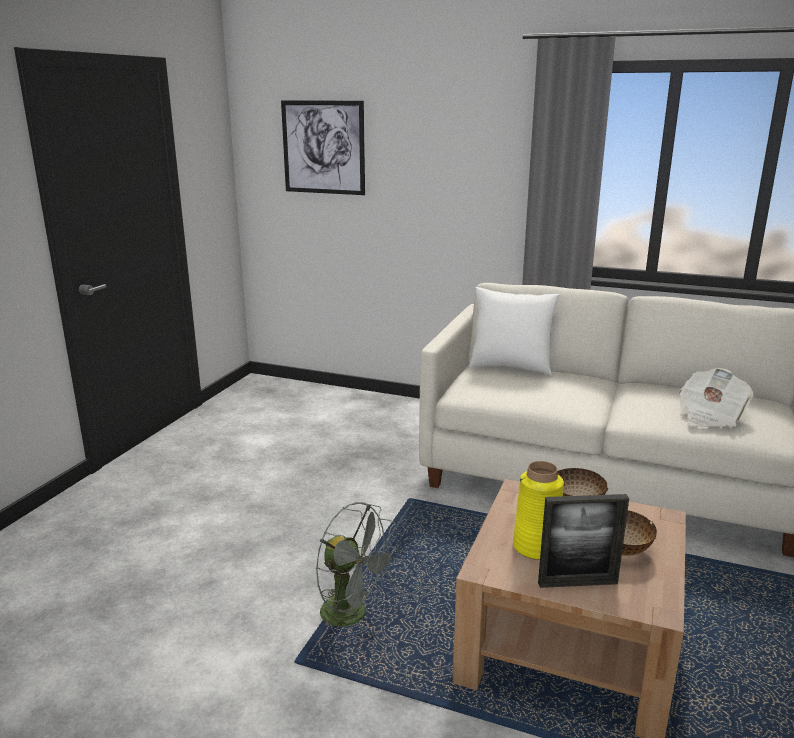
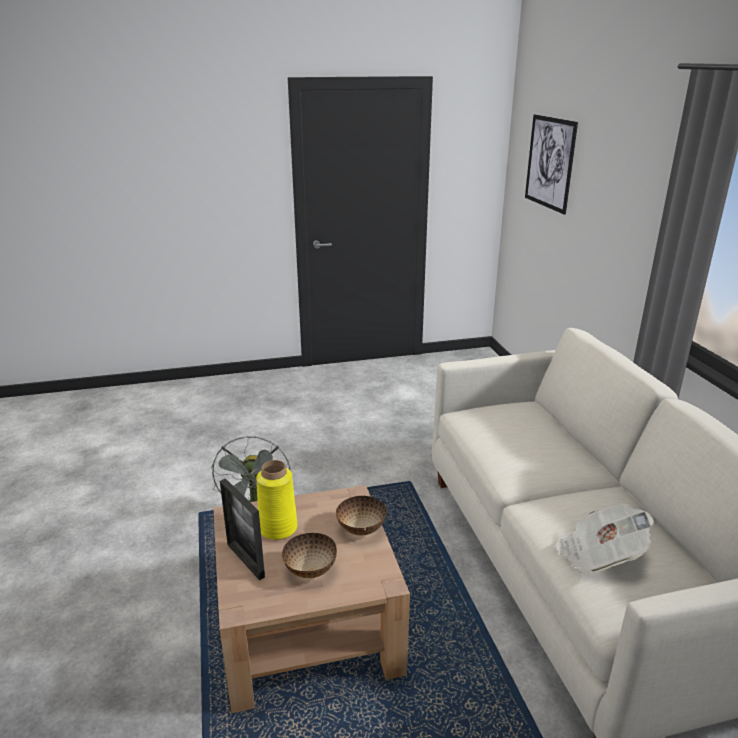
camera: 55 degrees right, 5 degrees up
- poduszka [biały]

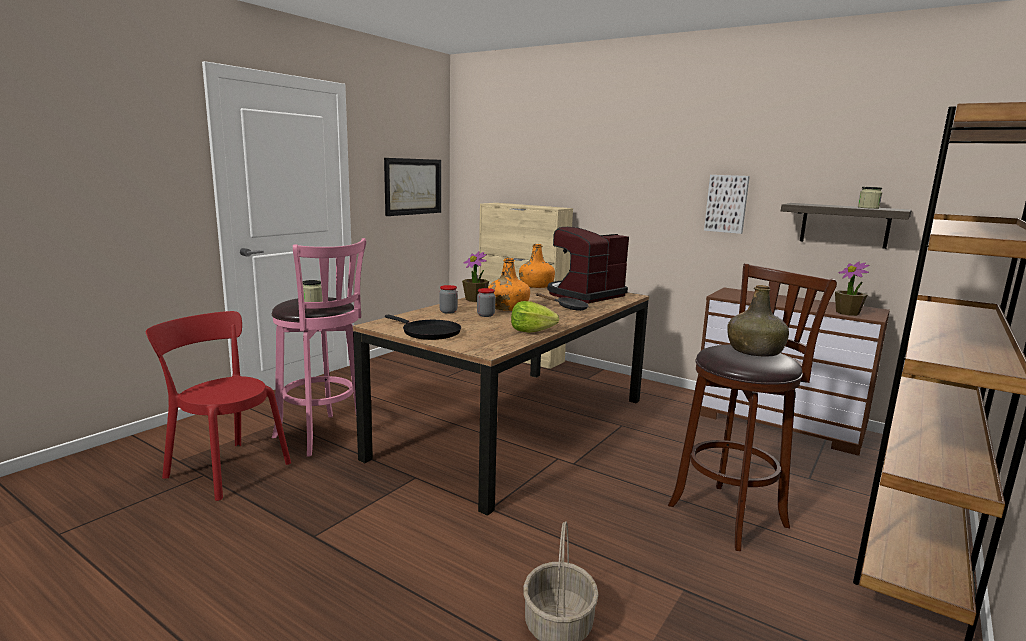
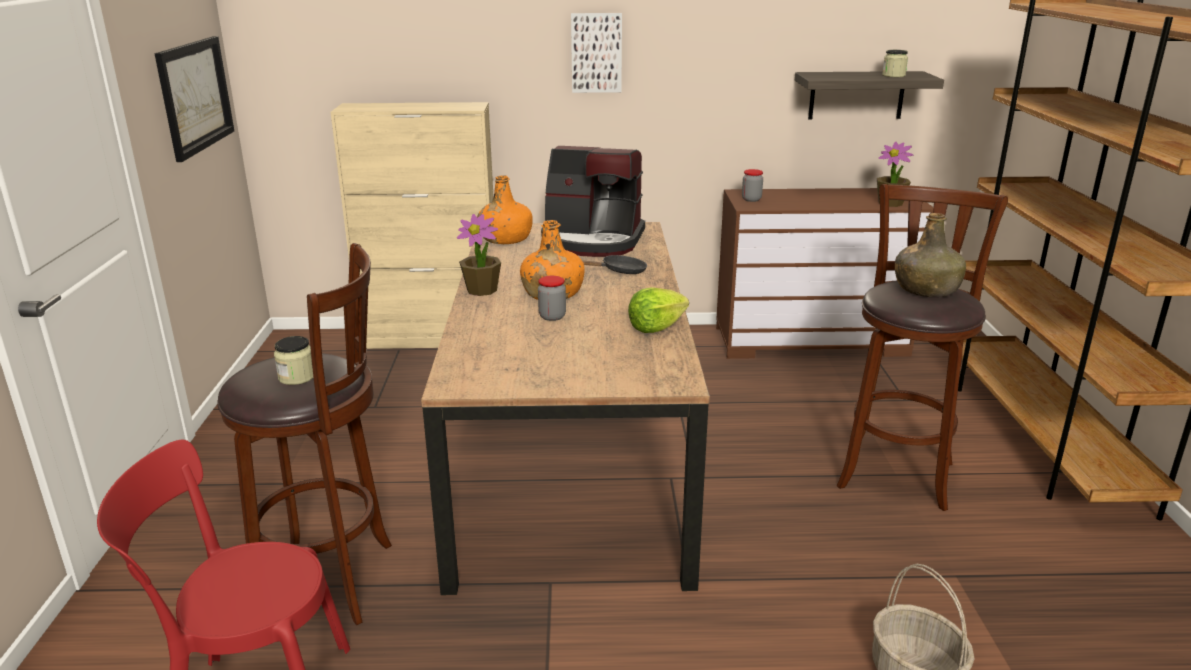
camera: 35 degrees left, 10 degrees up
~ stołek [różowy] to stołek [brązowy] (no. 1 from left)
- patelnia [czarny] (no. 1 from left)
~ słoik (no. 2 from left in the first image) to słoik (no. 3 from left)
~ ekspres do kawy 90 degrees counterclockwise
~ obraz (no. 2 from left)

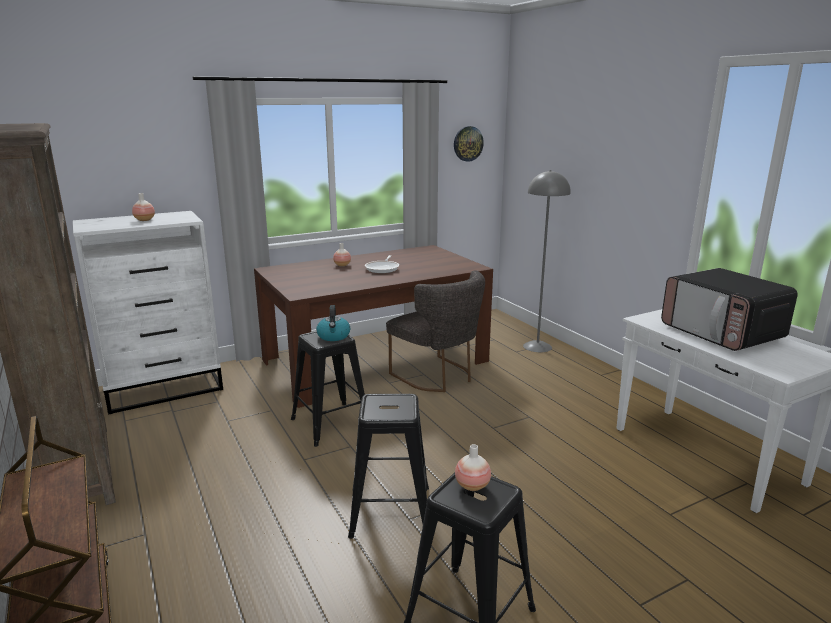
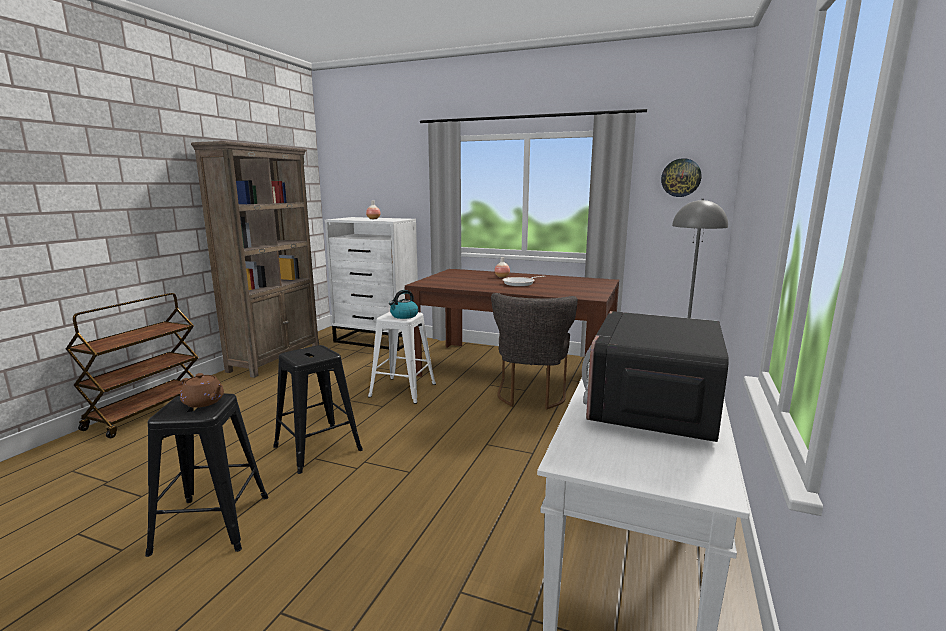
camera: 50 degrees right, 5 degrees down
~ stołek [czarny] (no. 1 from left) to stołek [biały]
~ wazon (no. 3 from left) to imbryk [brązowy]

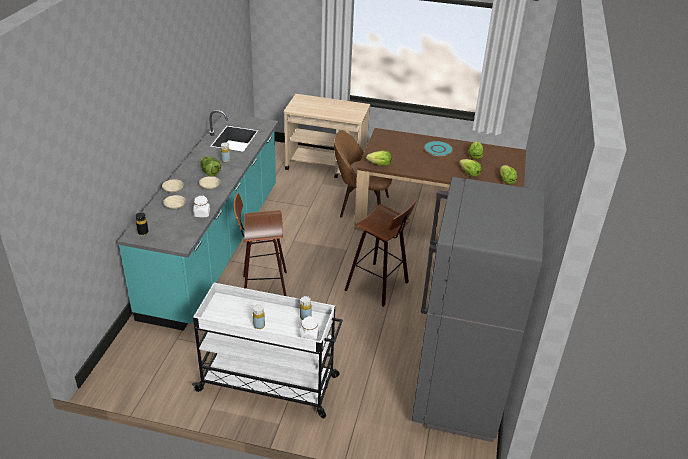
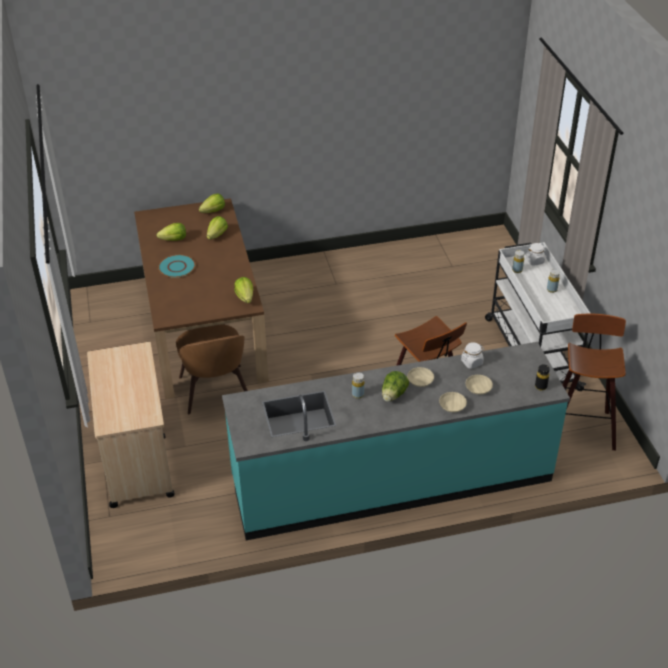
camera: 115 degrees left, 5 degrees up
~ stołek (no. 2 from left)
- lodówka [szary]

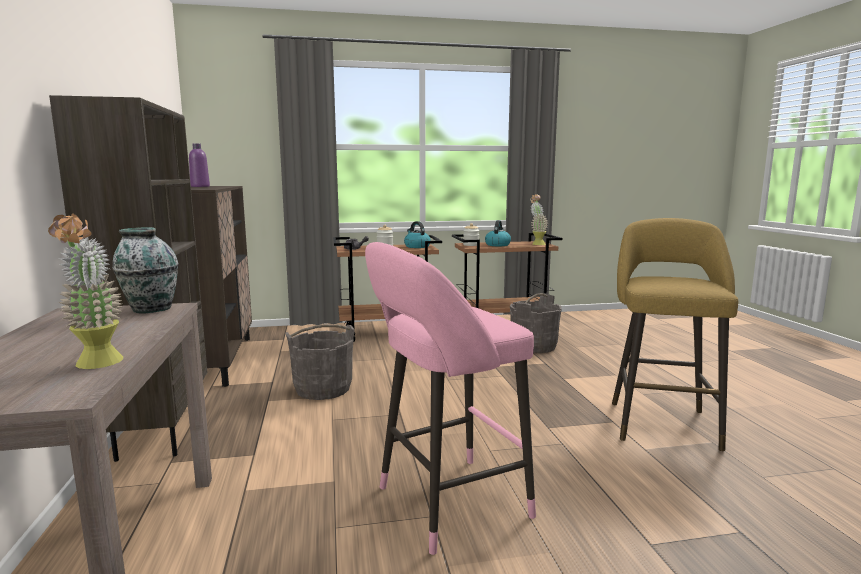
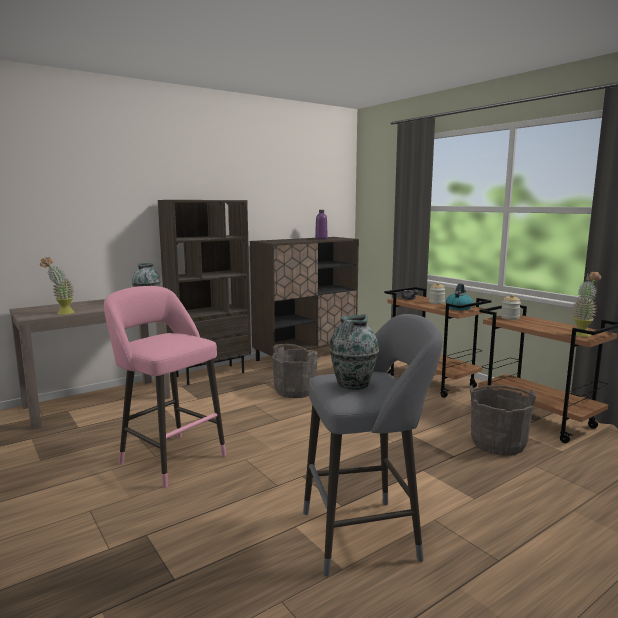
camera: 65 degrees right, 0 degrees up
- czajnik (no. 2 from left)
~ stołek [żółty] to stołek [szary]
+ wazon (no. 2 from left)

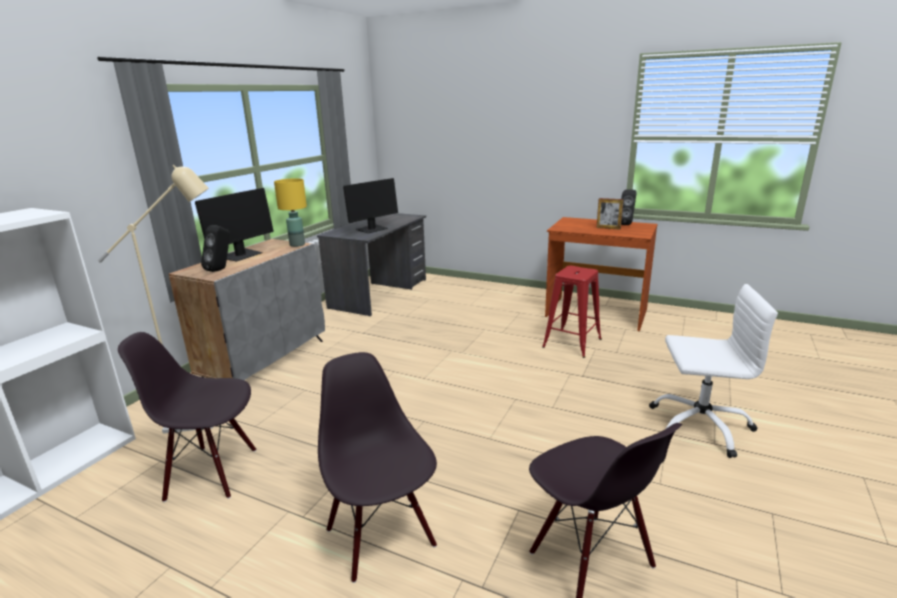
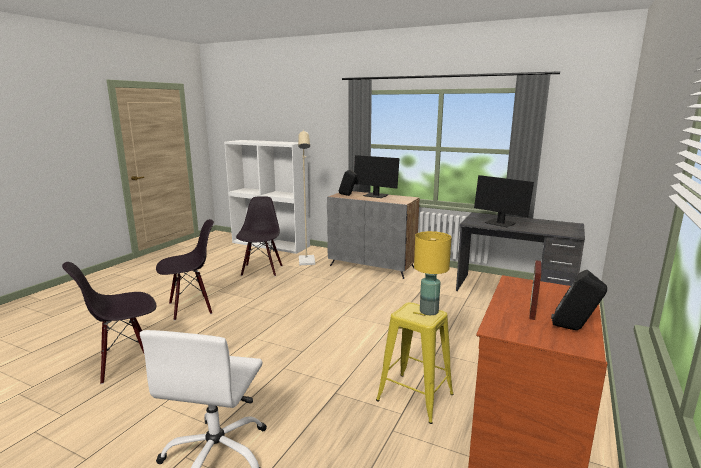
camera: 90 degrees right, 5 degrees down
~ lampa stołowa [żółty]
~ stołek [czerwony] to stołek [żółty]

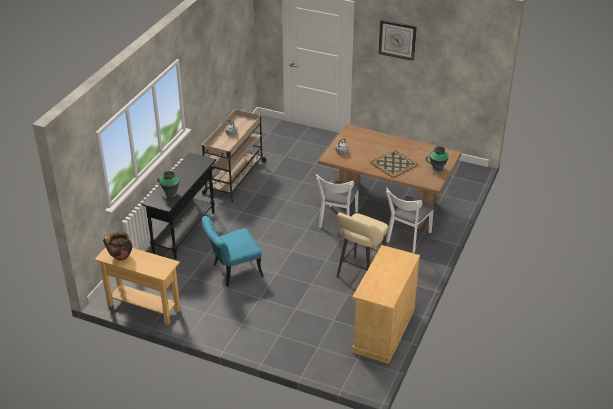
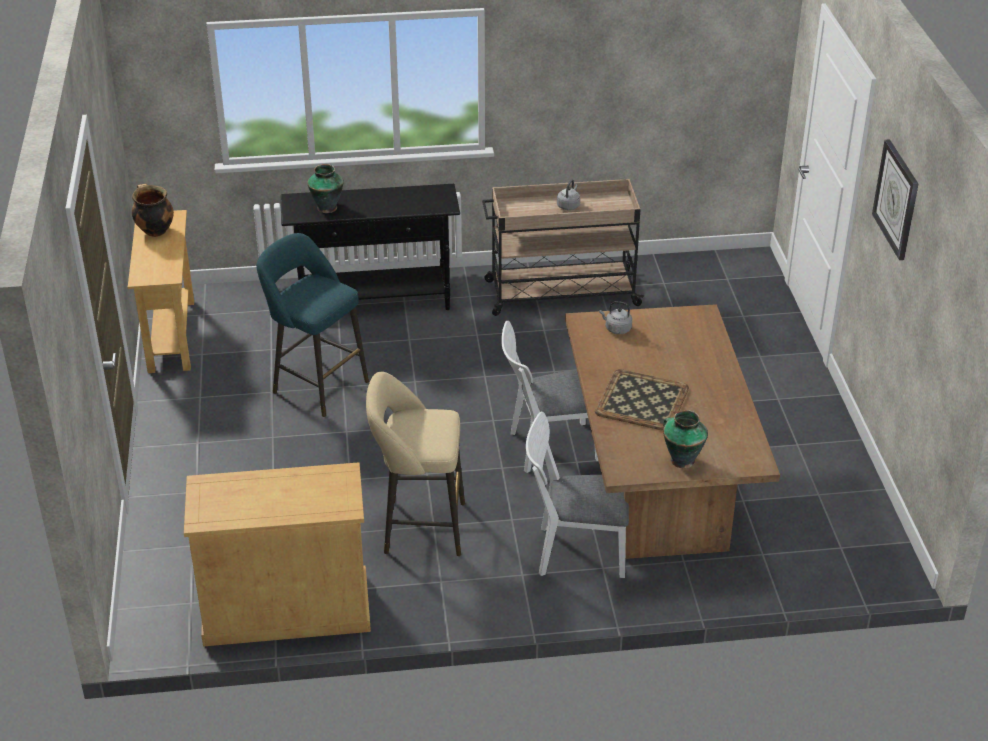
camera: 60 degrees right, 0 degrees up
~ krzesło [turkusowy] to stołek [turkusowy]

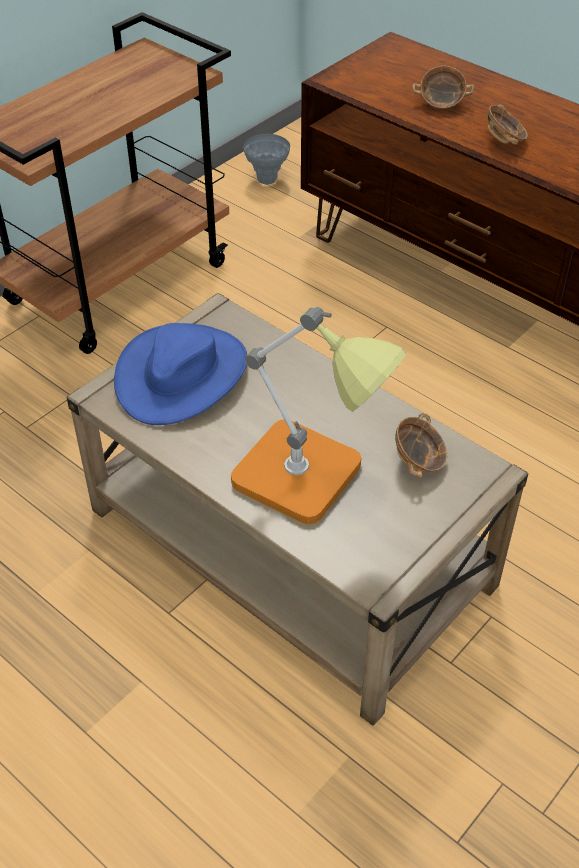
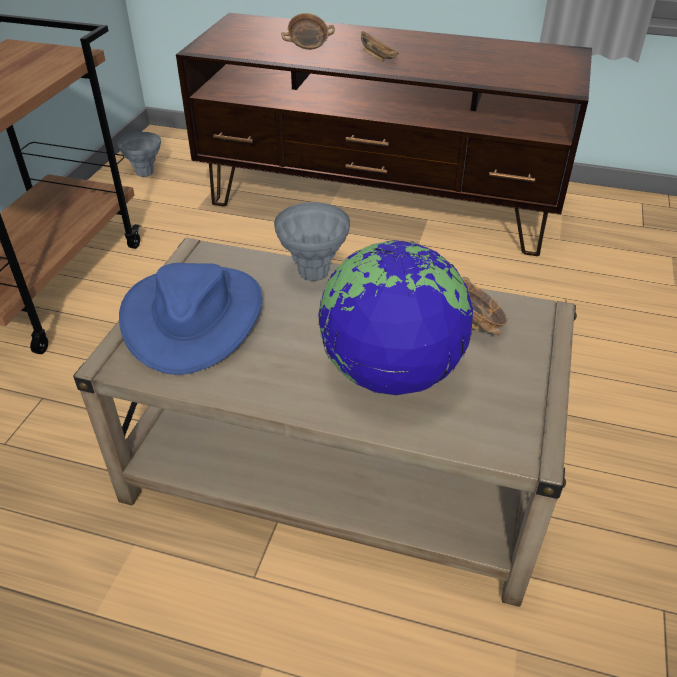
camera: 25 degrees left, 5 degrees down
~ lampa stołowa to globus
+ wazon [szary] (no. 2 from left)

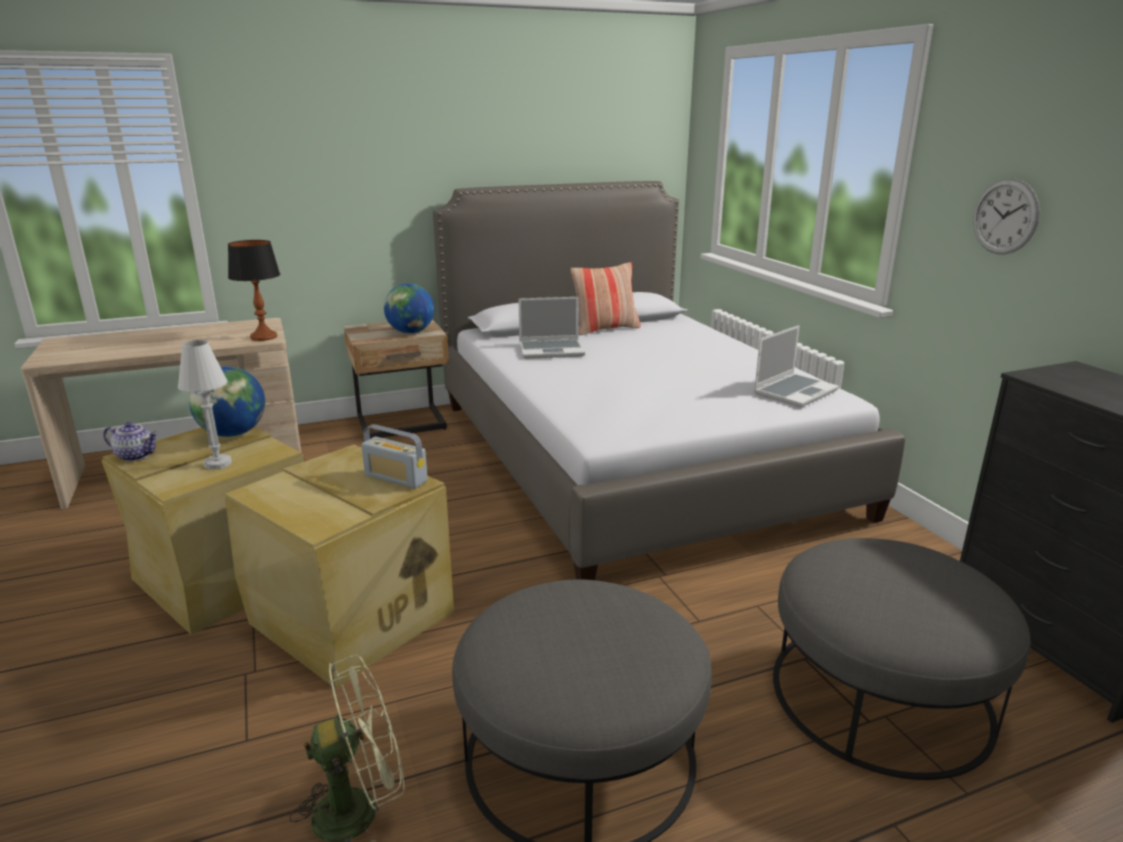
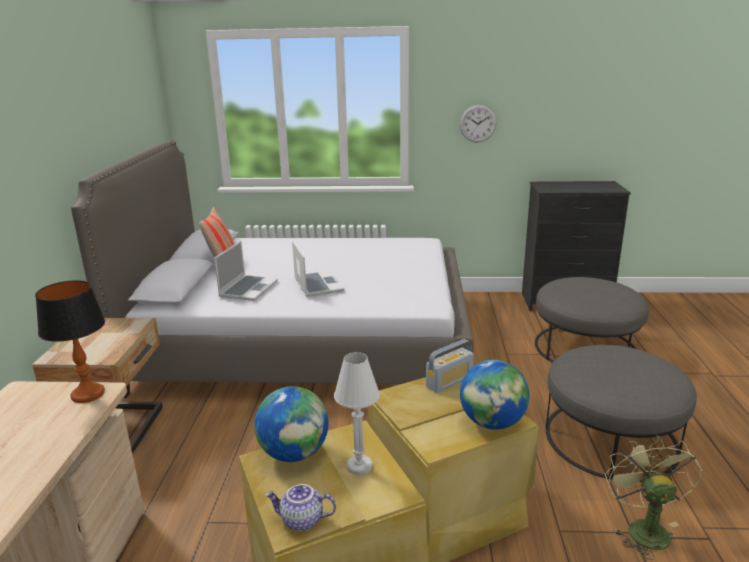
camera: 65 degrees left, 0 degrees up
~ imbryk 120 degrees counterclockwise
~ globus (no. 2 from left)
~ laptop (no. 2 from left)

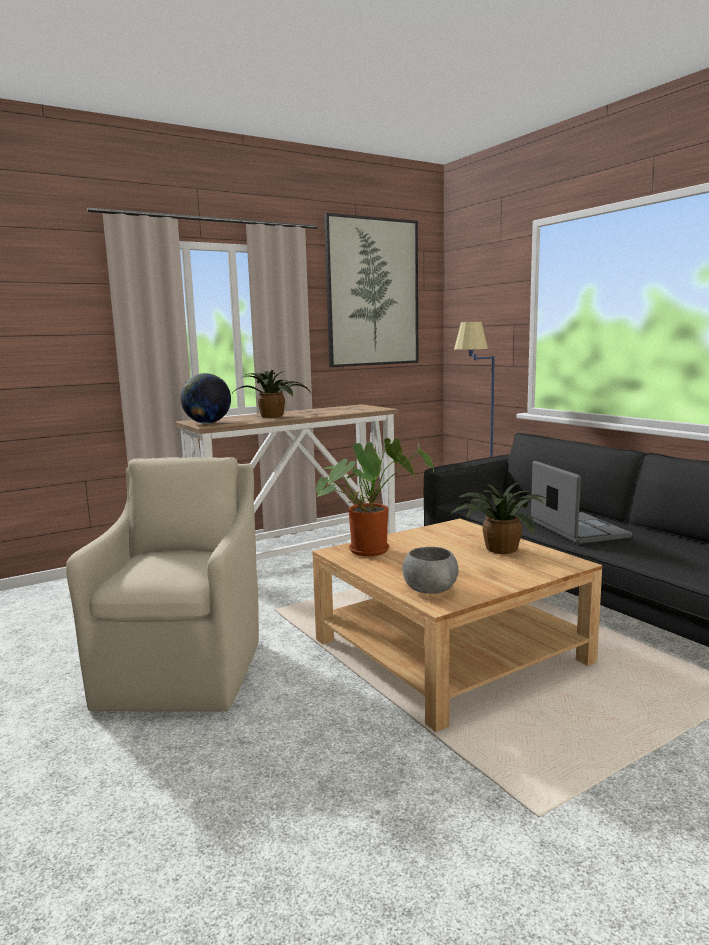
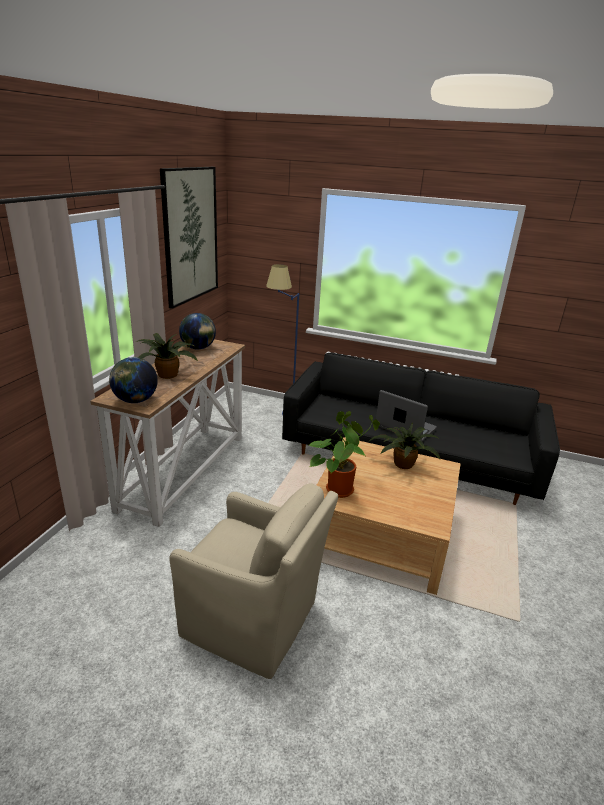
camera: 40 degrees left, 15 degrees up
~ fotel [beżowy] 150 degrees clockwise
- miska [szary]
+ globus (no. 2 from left)

